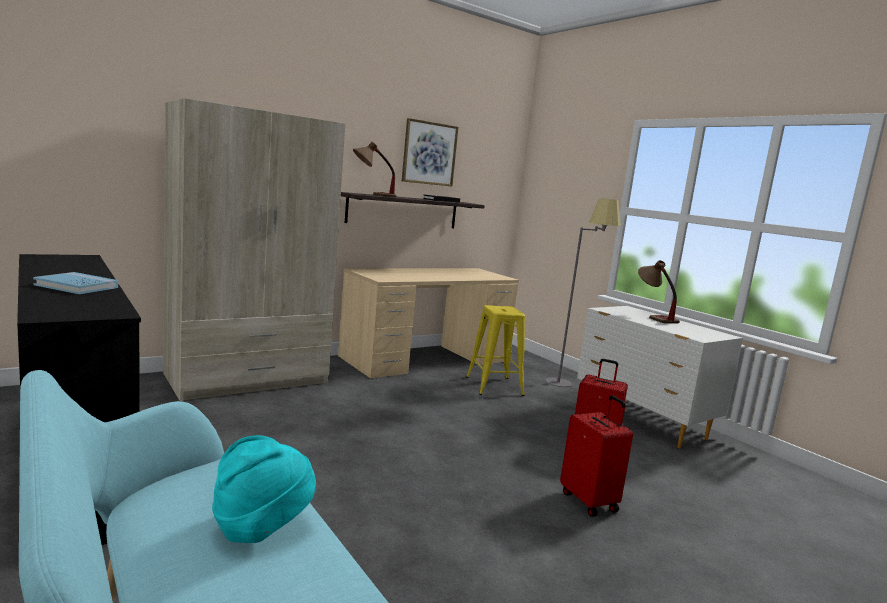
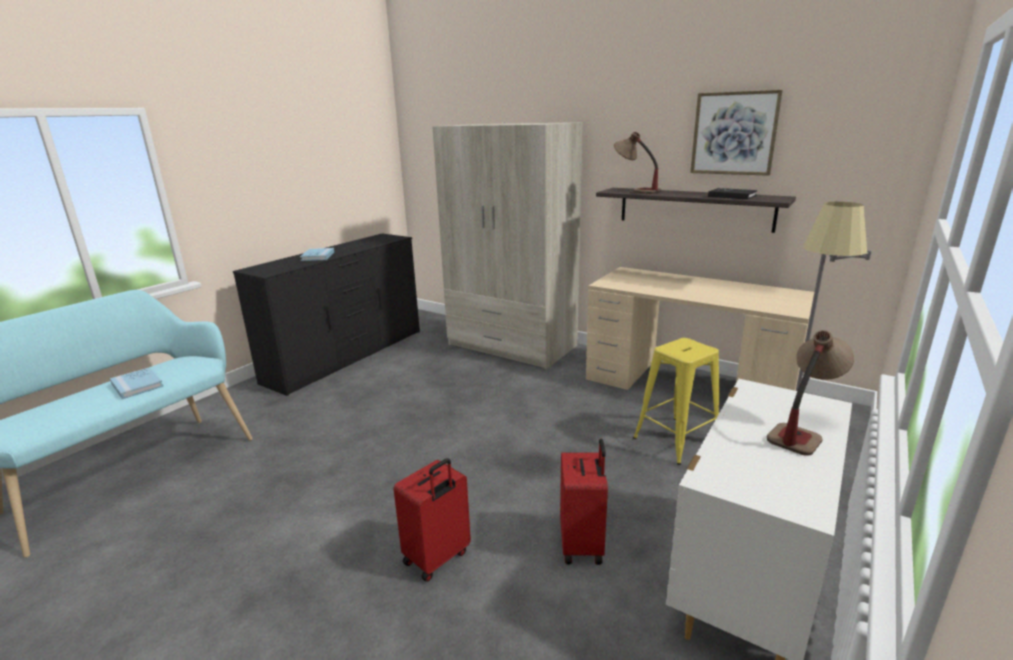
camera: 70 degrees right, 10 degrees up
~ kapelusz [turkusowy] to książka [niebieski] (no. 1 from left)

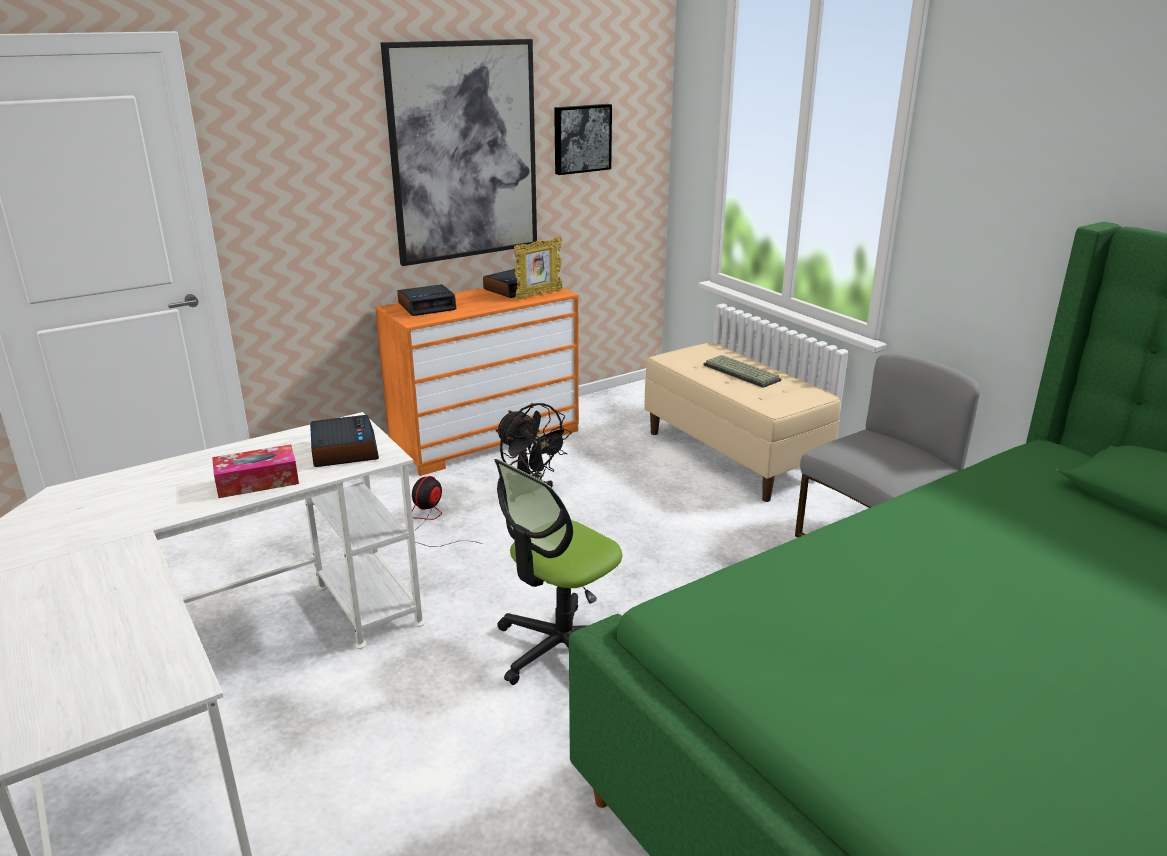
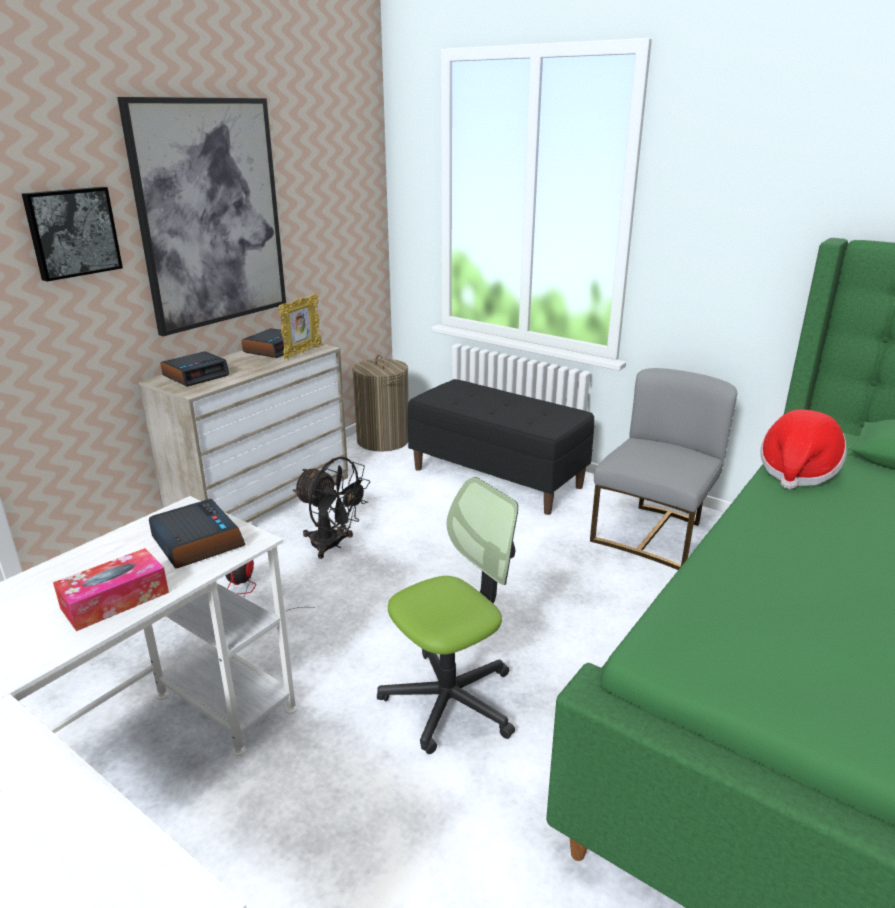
camera: 20 degrees left, 0 degrees up
~ komoda [pomarańczowy] to komoda [beżowy]
~ krzesło biurowe 150 degrees counterclockwise
~ obraz (no. 2 from left in the first image) to obraz (no. 1 from left)
~ ławka [beżowy] to ławka [czarny]
- klawiatura
+ kosz na pranie
+ kapelusz

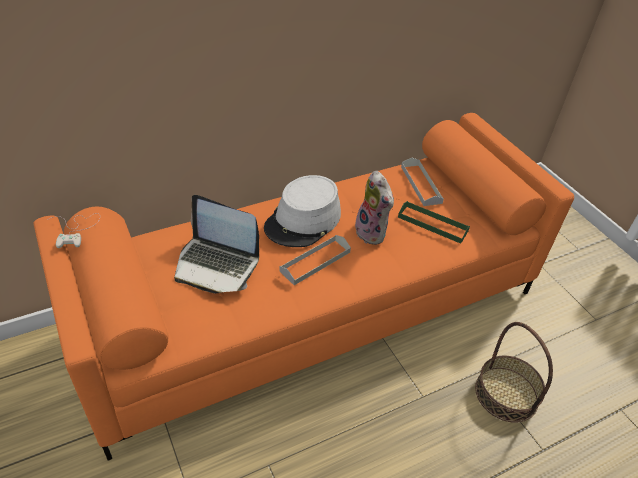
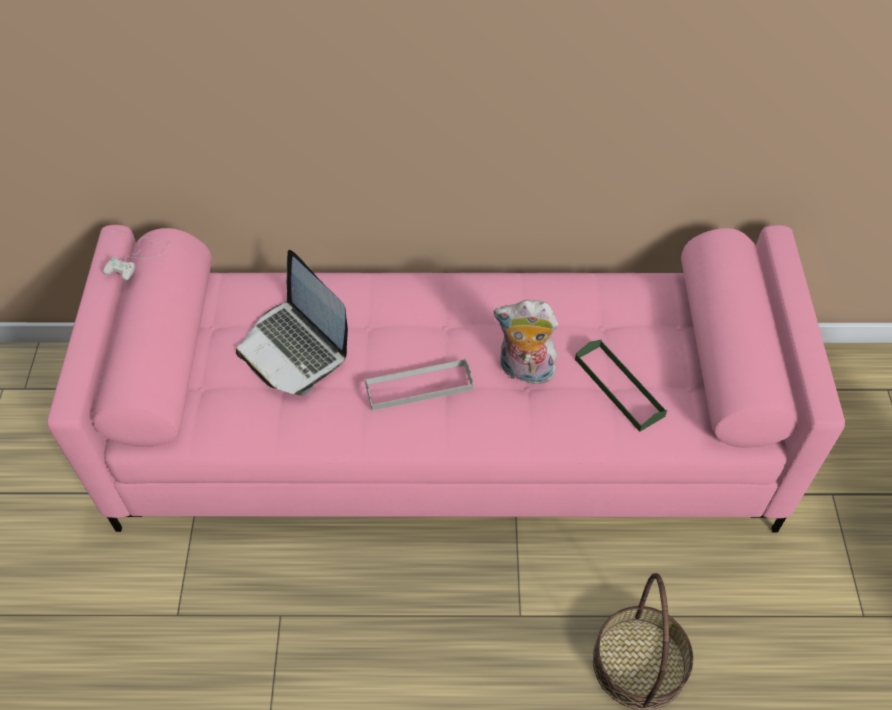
camera: 30 degrees right, 10 degrees up
~ kanapa [pomarańczowy] to kanapa [różowy]
- kapelusz [szary]
~ pluszak 105 degrees clockwise
- taca [szary] (no. 2 from left)

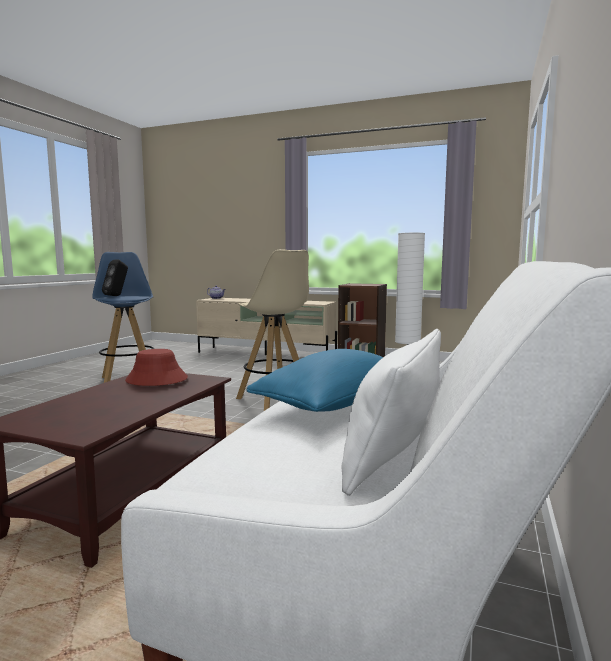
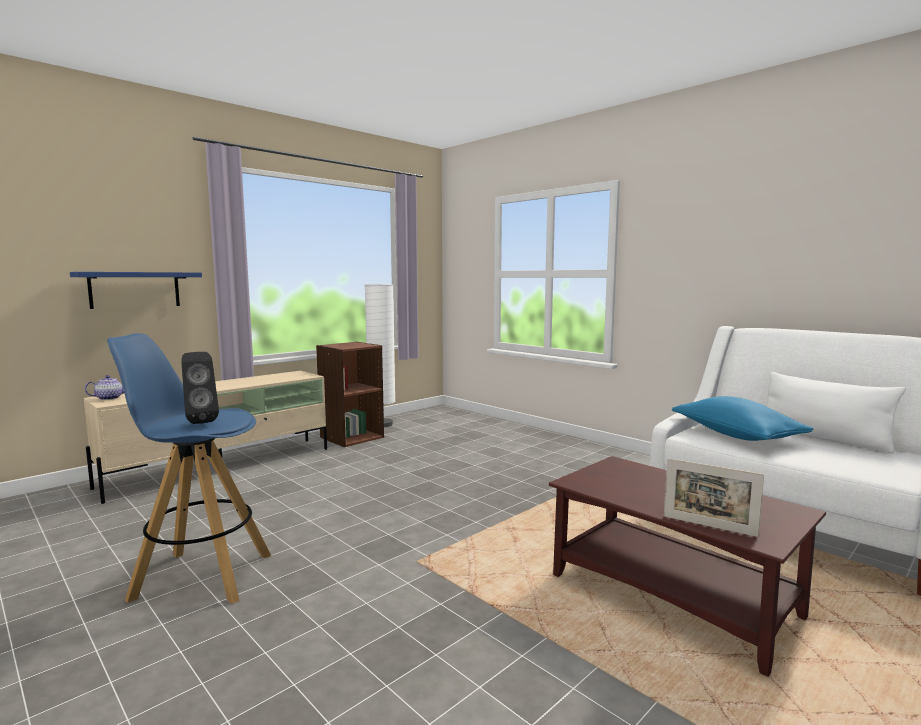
camera: 65 degrees left, 0 degrees up
- kapelusz [czerwony]
- stołek [beżowy]
+ półka [niebieski]
+ ramka na zdjęcie

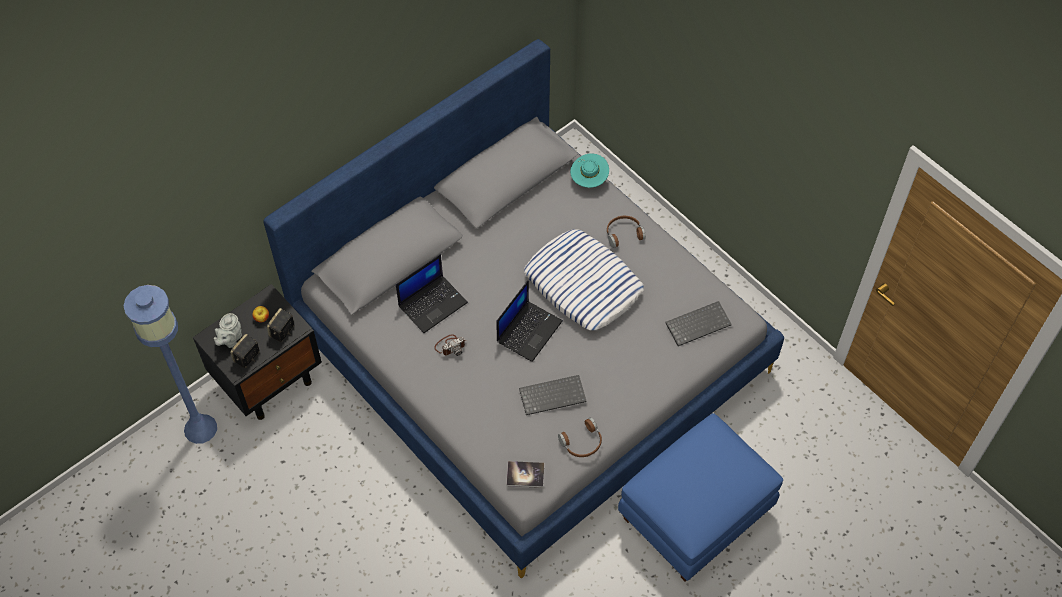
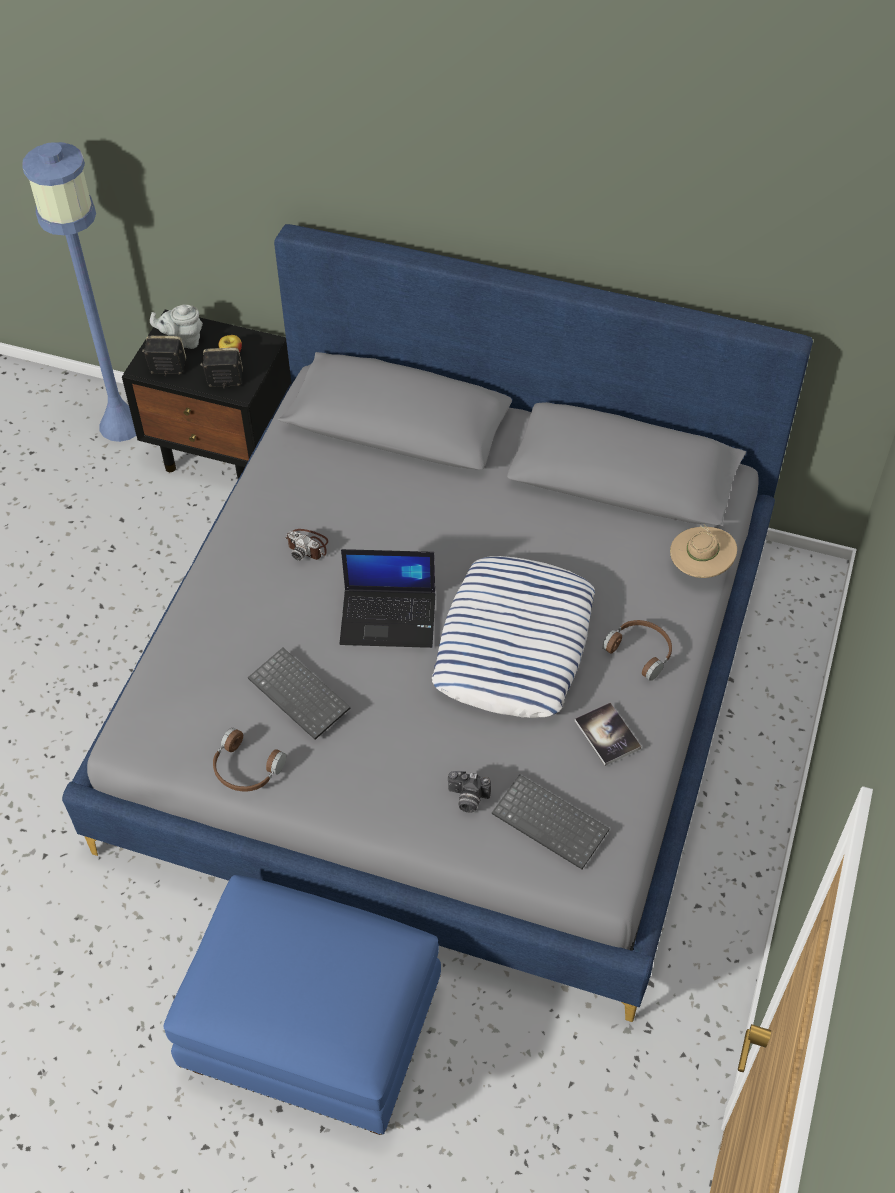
camera: 60 degrees right, 5 degrees down
- laptop (no. 1 from left)
~ książka
~ kapelusz [turkusowy] to kapelusz [beżowy]
+ aparat fotograficzny (no. 2 from left)

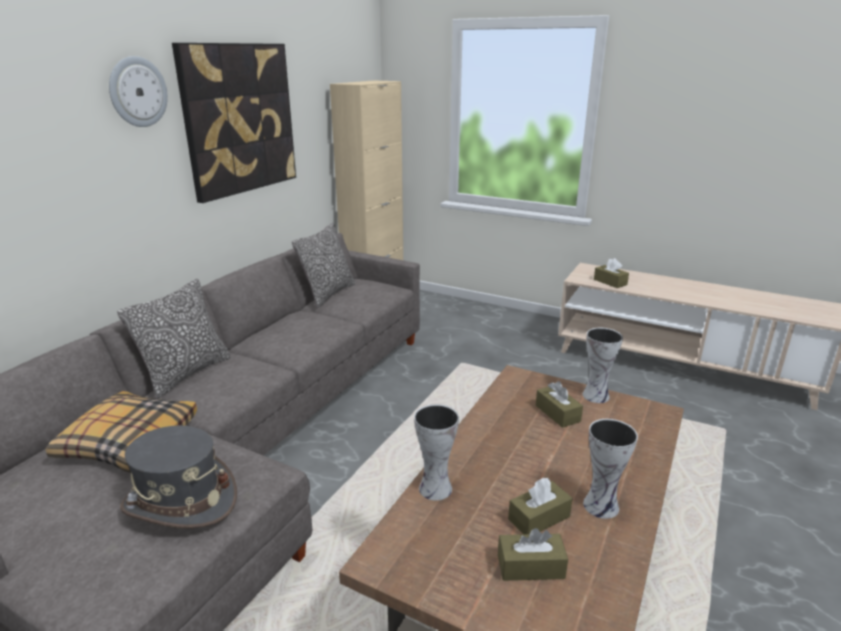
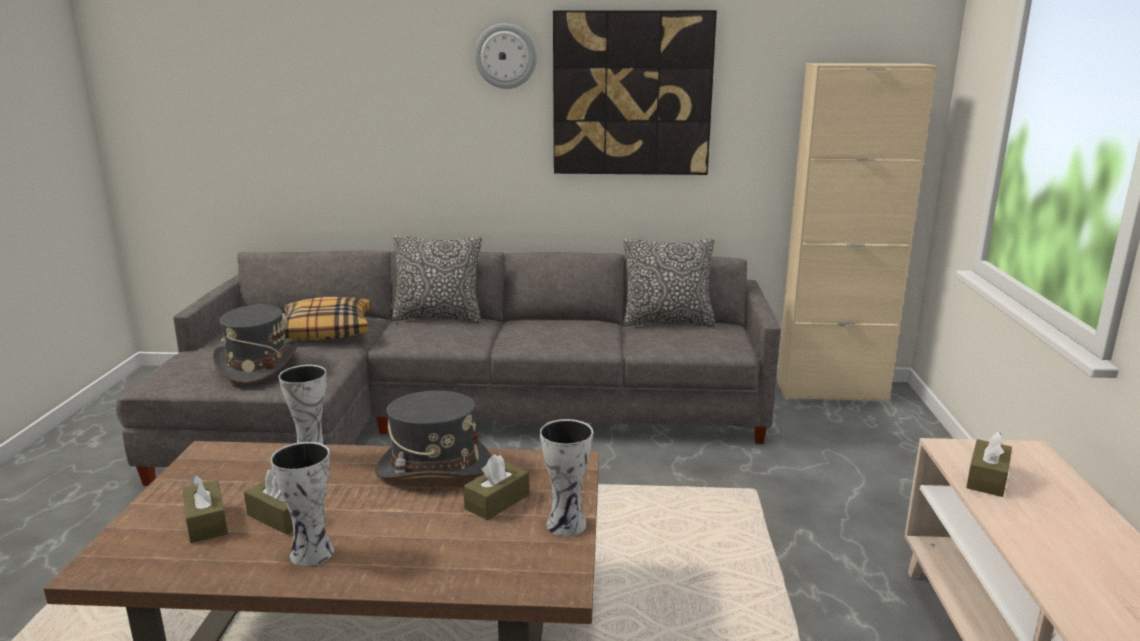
camera: 65 degrees right, 5 degrees down
+ kapelusz [szary] (no. 2 from left)

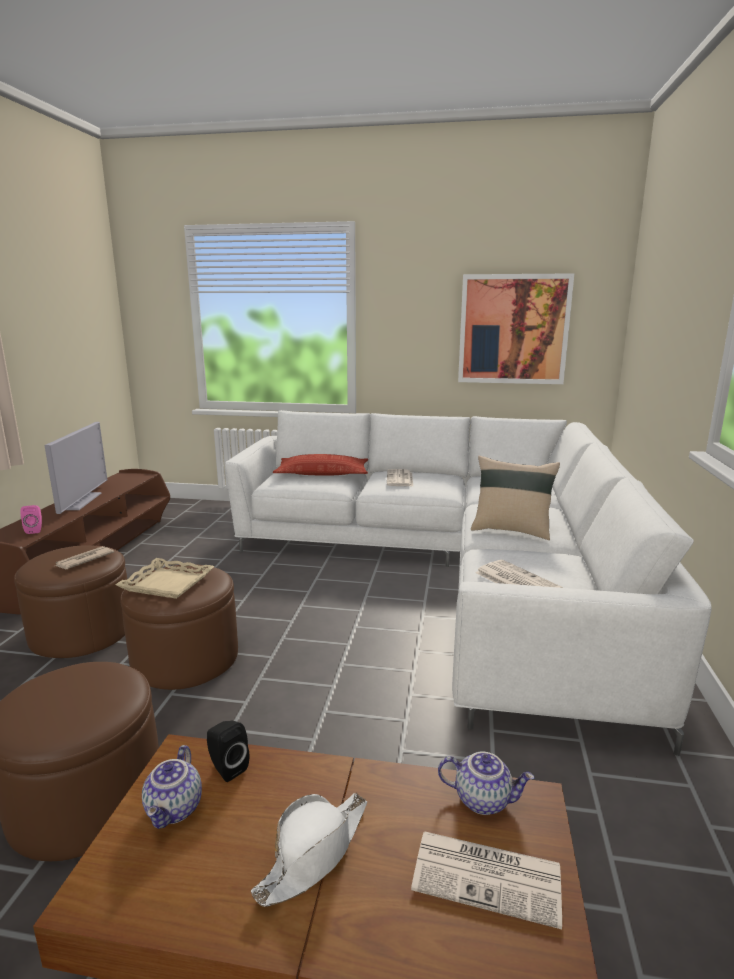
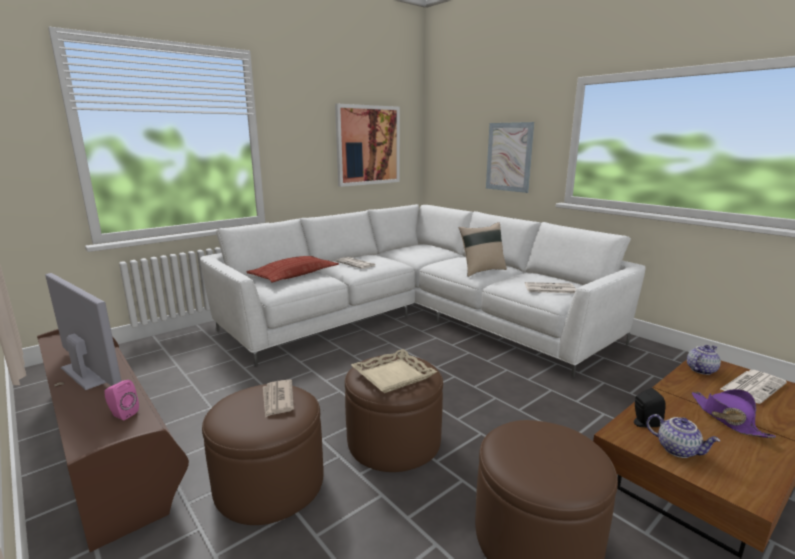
camera: 50 degrees left, 0 degrees up
~ kapelusz [biały] to kapelusz [fioletowy]
+ obraz (no. 2 from left)

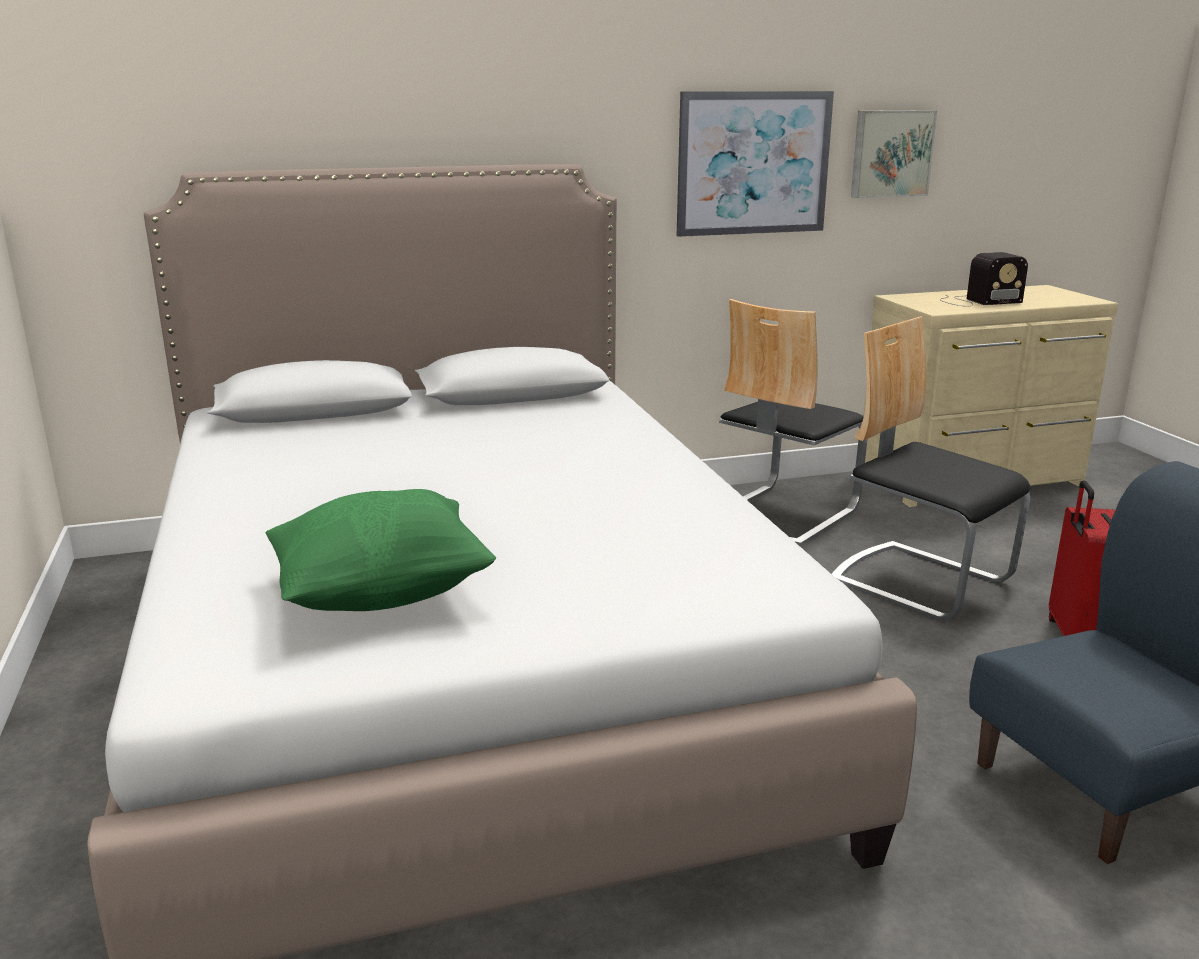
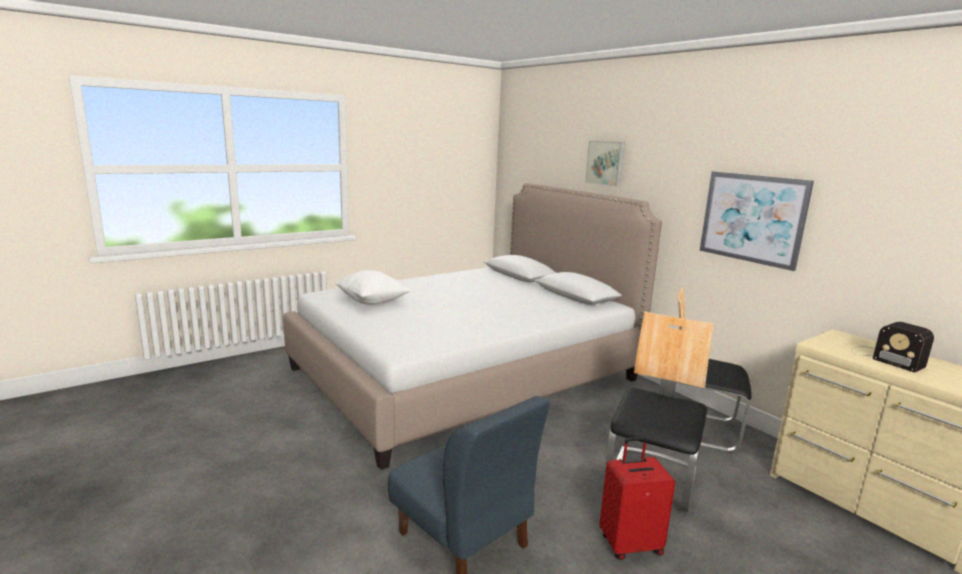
camera: 70 degrees right, 5 degrees down
~ poduszka [zielony] to poduszka [biały]
~ obraz (no. 2 from left in the first image) to obraz (no. 1 from left)

